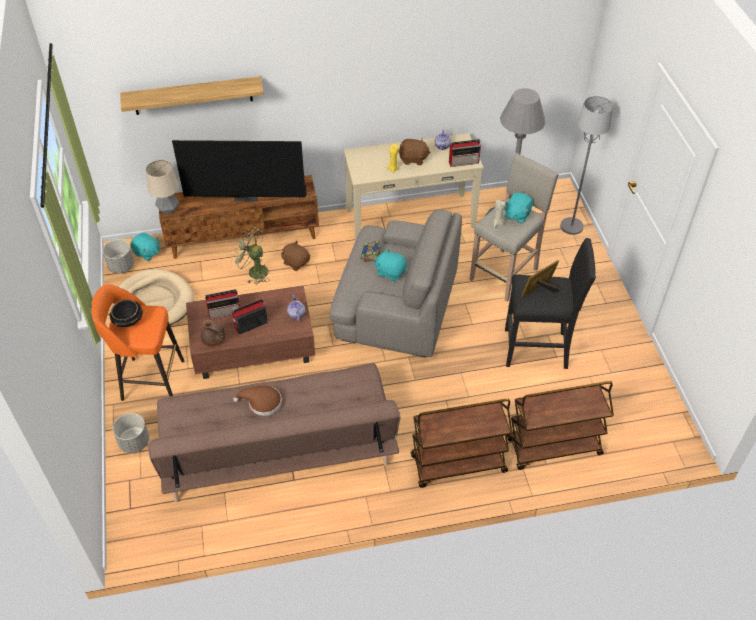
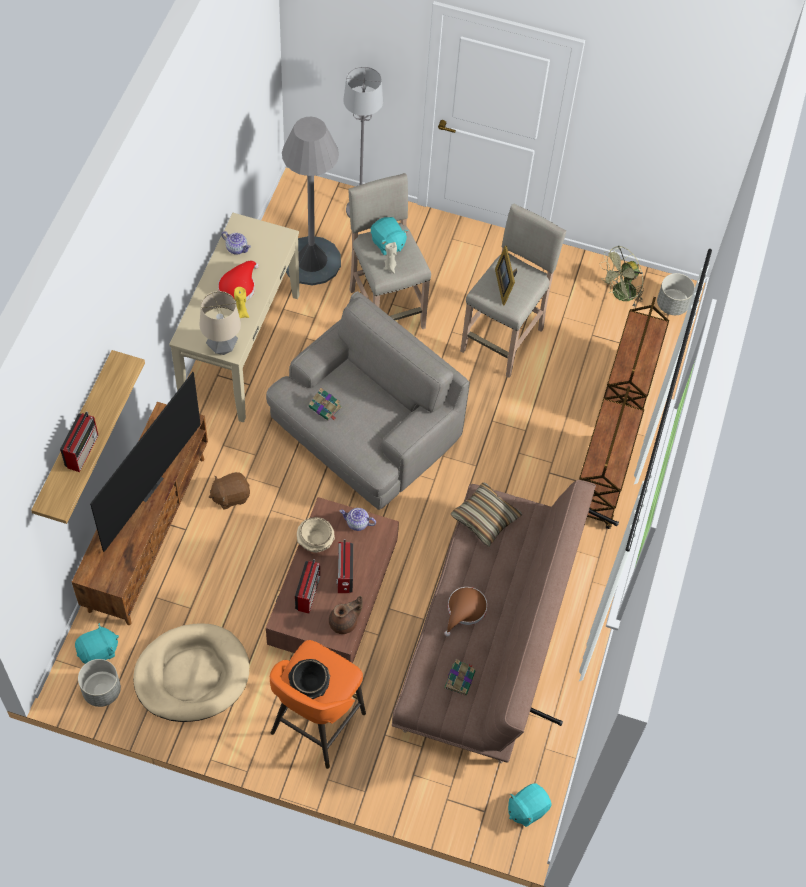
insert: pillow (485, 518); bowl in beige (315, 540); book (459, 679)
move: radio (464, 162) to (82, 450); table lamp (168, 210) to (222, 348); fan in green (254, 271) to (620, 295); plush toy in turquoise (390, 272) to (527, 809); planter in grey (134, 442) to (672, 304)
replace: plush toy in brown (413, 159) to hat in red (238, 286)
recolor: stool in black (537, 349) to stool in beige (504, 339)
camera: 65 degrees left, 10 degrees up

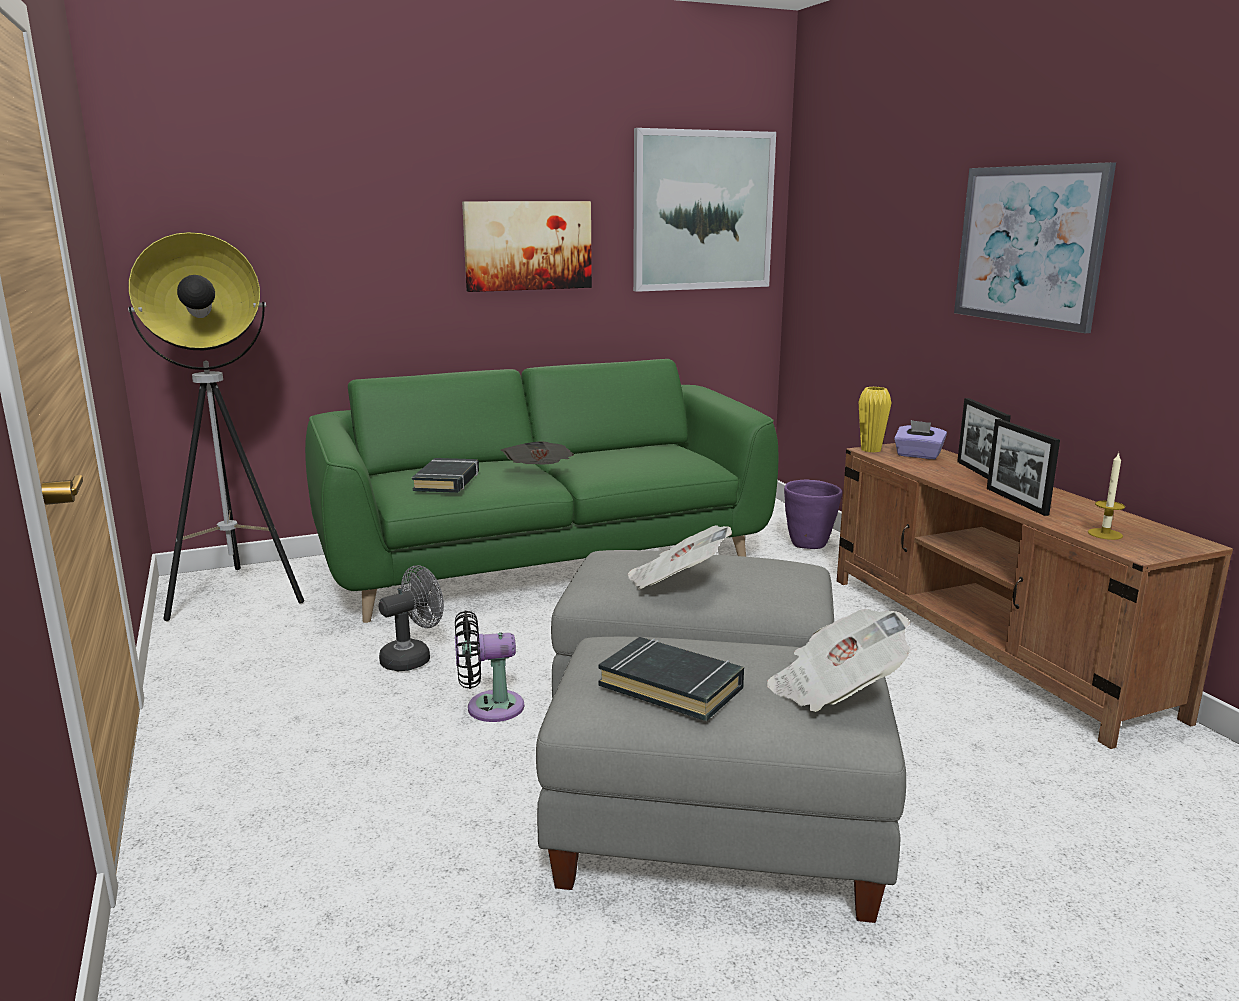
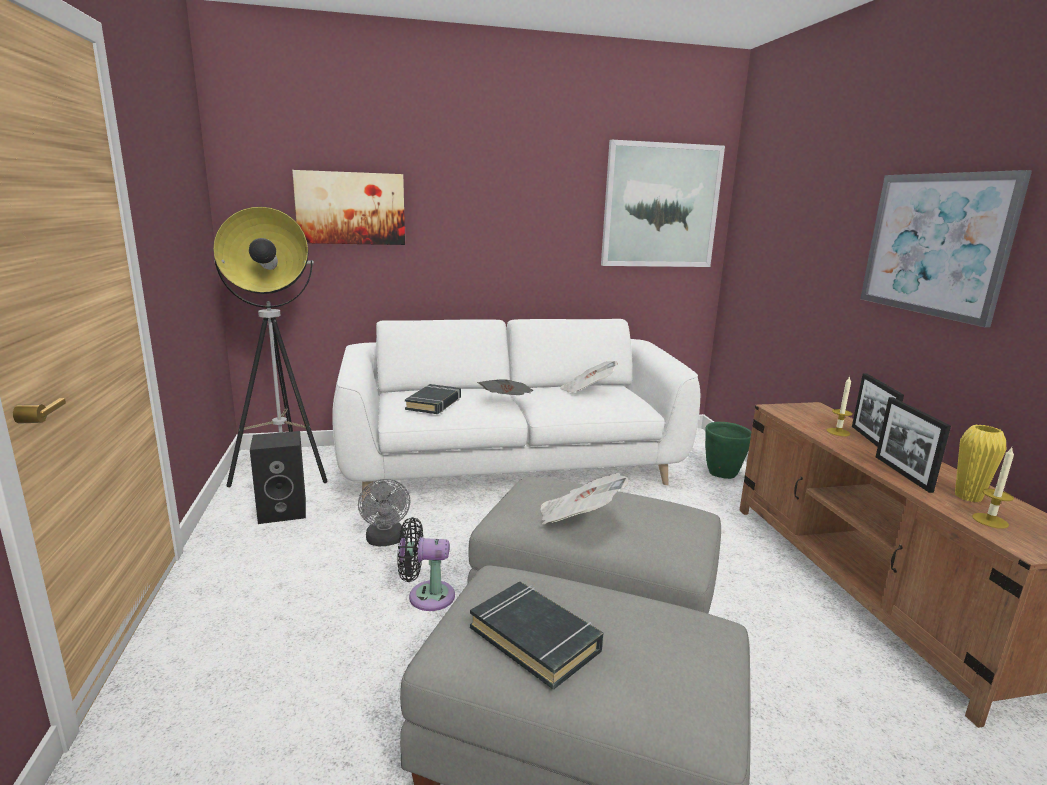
delete: tissue box in purple (918, 455)
insert: candle (838, 432); speaker in black (284, 511)
move: picture (528, 245) to (351, 208); vase in yellow (871, 450) to (968, 497); newspaper (835, 690) to (587, 391)
recolor: sofa in green (544, 562) to sofa in white (511, 468); planter in purple (809, 545) to planter in green (723, 474)
rotate: fan in grey (413, 658) = (385, 541) 105 degrees clockwise
camera: 10 degrees right, 0 degrees up

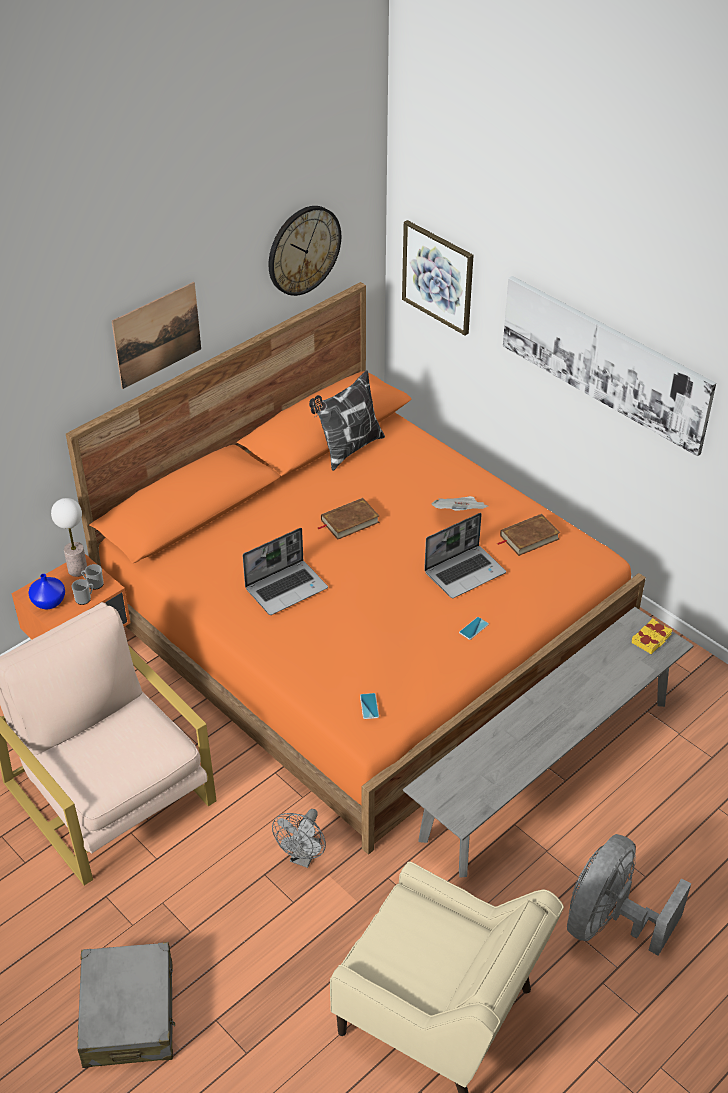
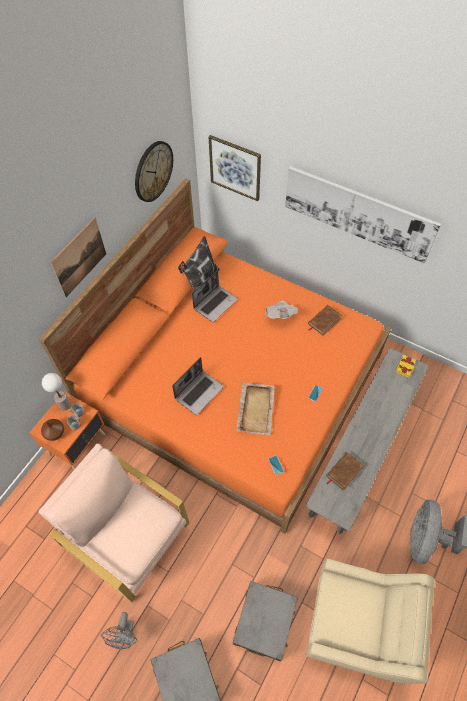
insert: tray in beige (256, 409); suitcase in grey (265, 621)
move: book in brown (349, 521) to (344, 471); laptop (465, 572) to (215, 303); fan in grey (303, 857) to (125, 636)
recolor: vase in blue (49, 602) to vase in brown (55, 433)
camera: 15 degrees left, 15 degrees up

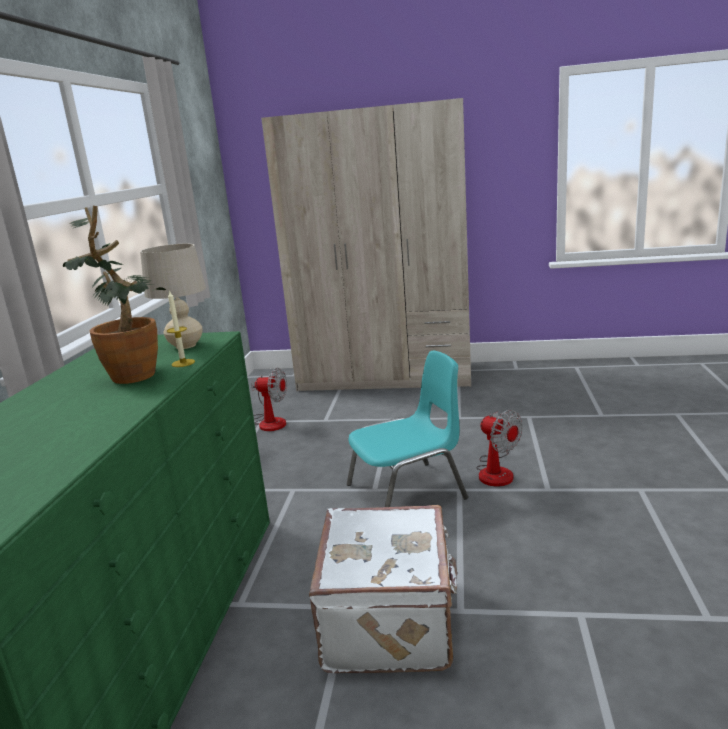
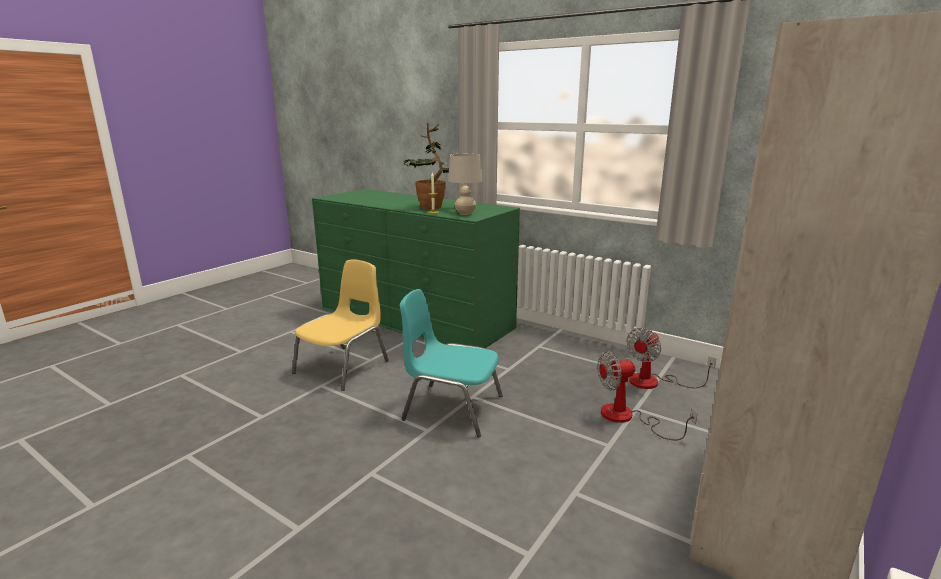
move: fan (496, 470) to (627, 418)
replace: suitcase in white (391, 622) to chair in yellow (343, 367)
rotate: chair in turquoise (408, 492) = (451, 408) 105 degrees clockwise
camera: 115 degrees right, 0 degrees up

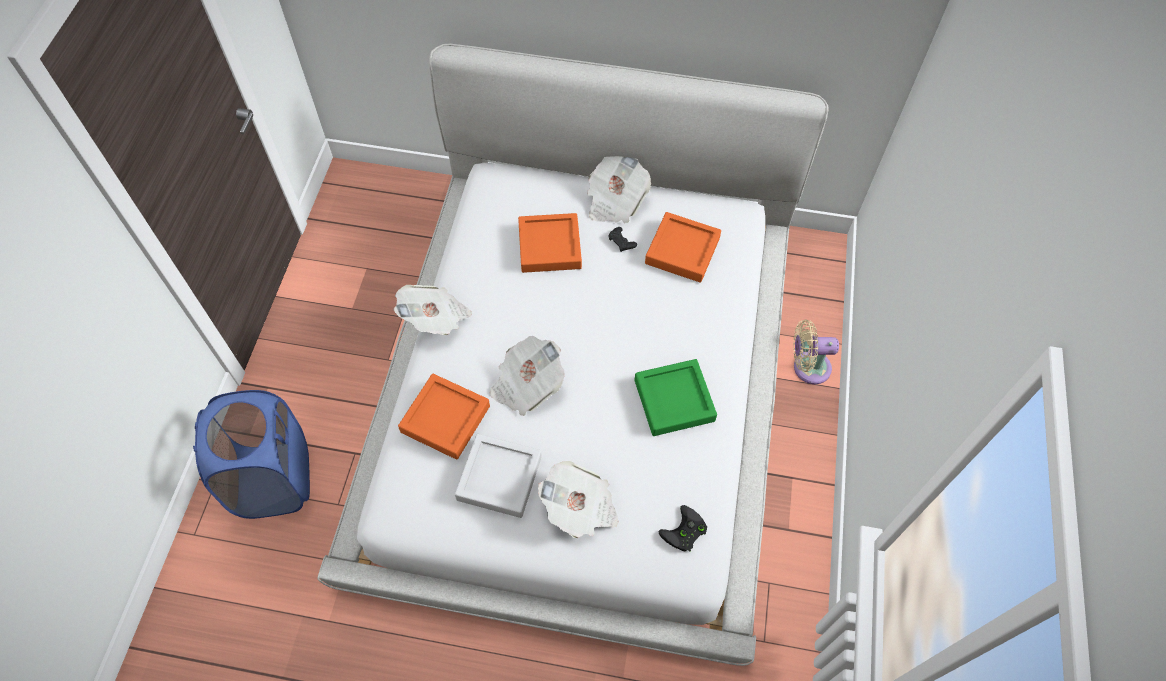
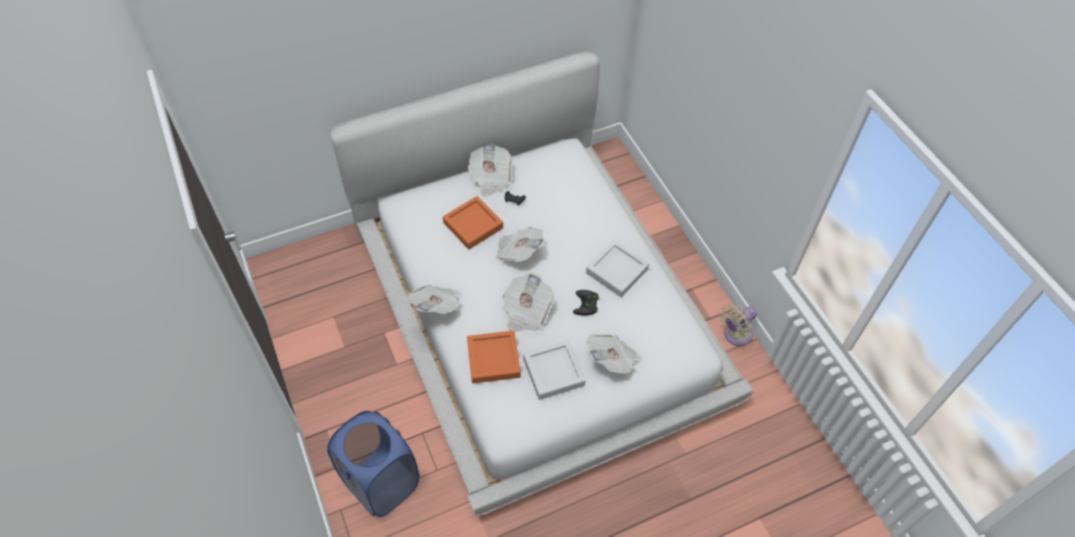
delete: tray in orange (682, 251)
insert: newspaper (518, 252)
move: fan in beige (807, 367) to (735, 335); game controller in black (684, 533) to (587, 305)
recolor: tray in green (674, 400) to tray in grey (617, 271)
camera: 35 degrees left, 5 degrees down

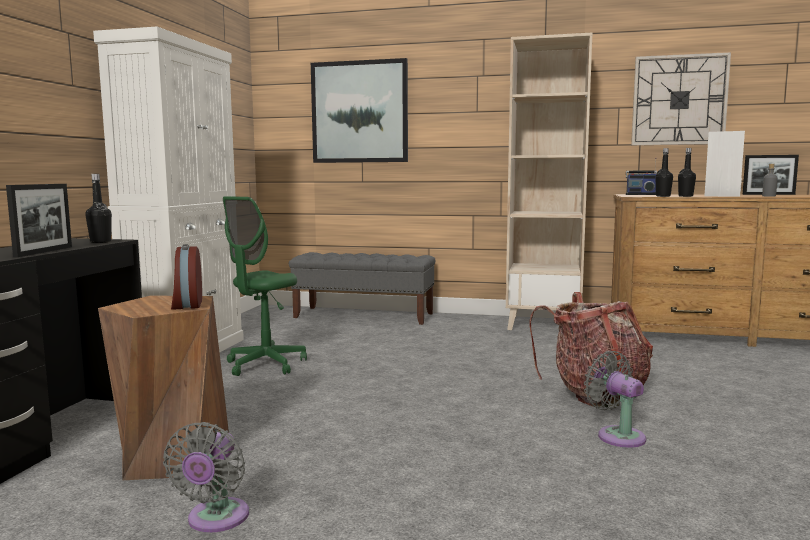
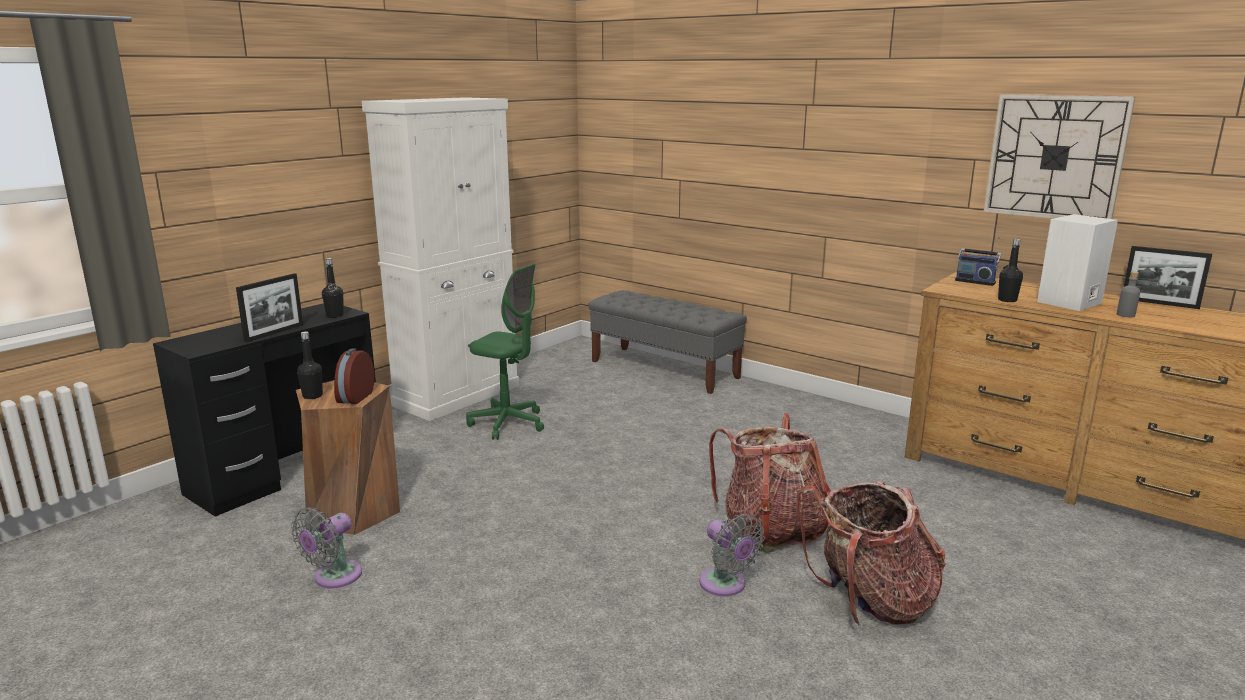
delete: bookcase in beige (544, 325); picture (359, 112)
insert: backpack (870, 603)
move: bottle in black (663, 196) to (312, 396)
rotate: office chair in green (265, 365) = (508, 423) 120 degrees counterclockwise; fan in grey (617, 435) = (725, 585) 150 degrees clockwise
camera: 25 degrees right, 10 degrees up

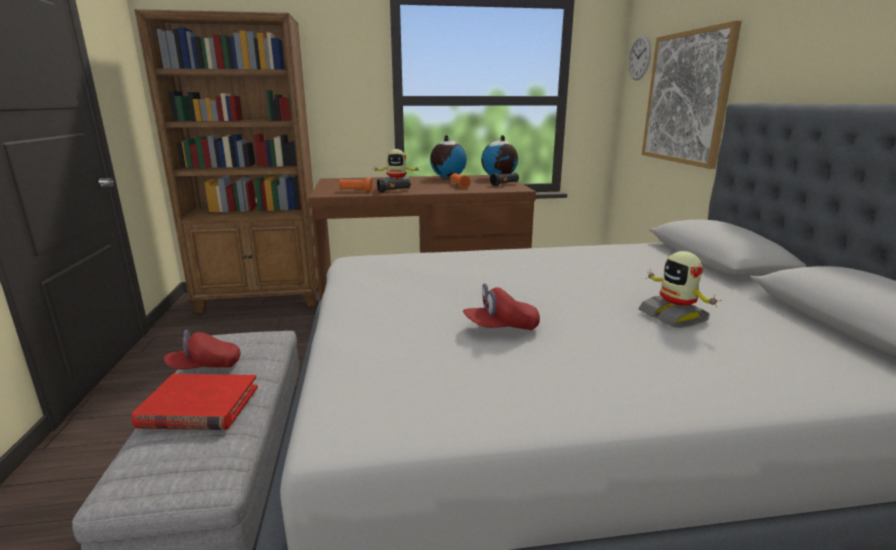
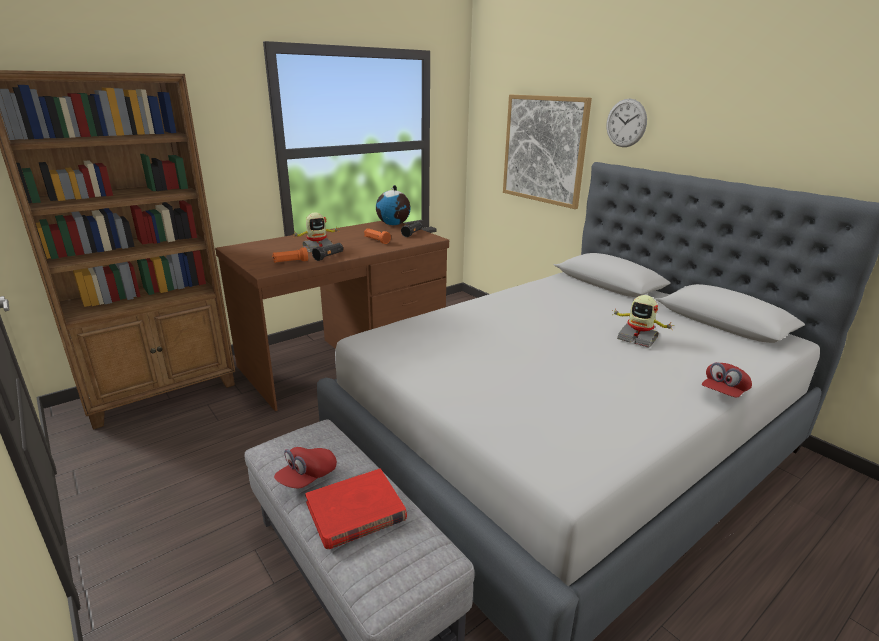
delete: globe (447, 177)
move: wall clock (639, 58) to (626, 123); cap in red (501, 328) to (723, 392)
camera: 30 degrees left, 5 degrees up

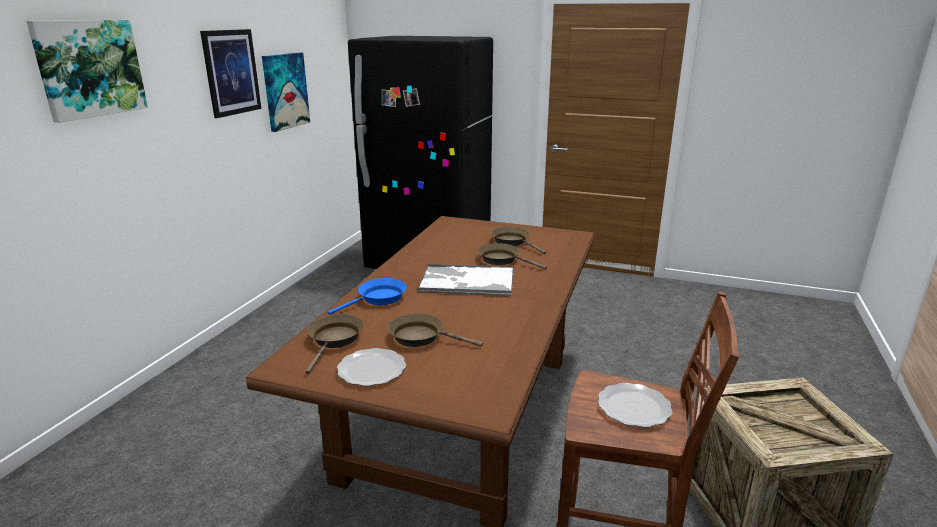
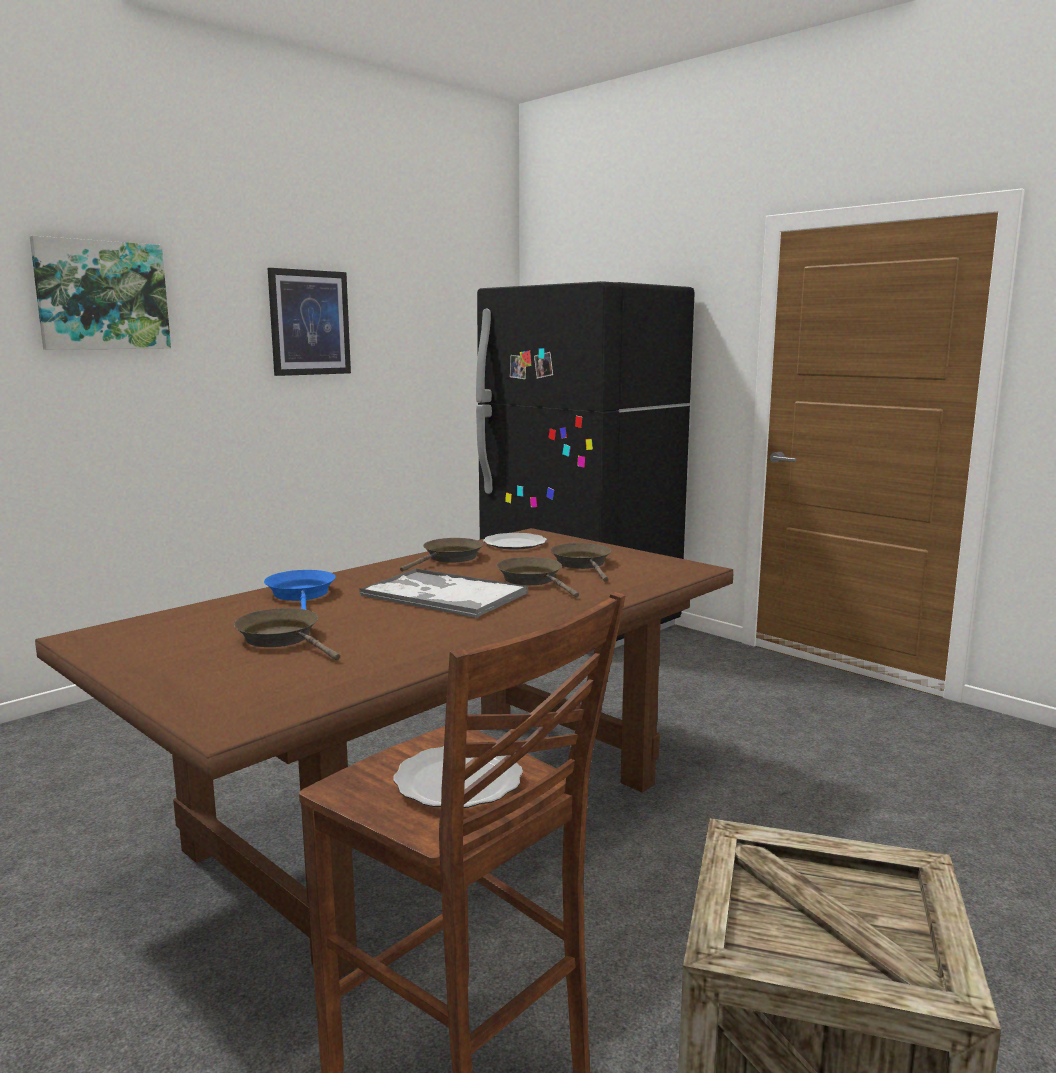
delete: picture (285, 91)
move: frying pan in brown (335, 340) to (449, 558); plate (372, 369) to (516, 544)
rotate: frying pan in blue (379, 299) = (302, 595) 90 degrees counterclockwise
camera: 25 degrees right, 10 degrees down

